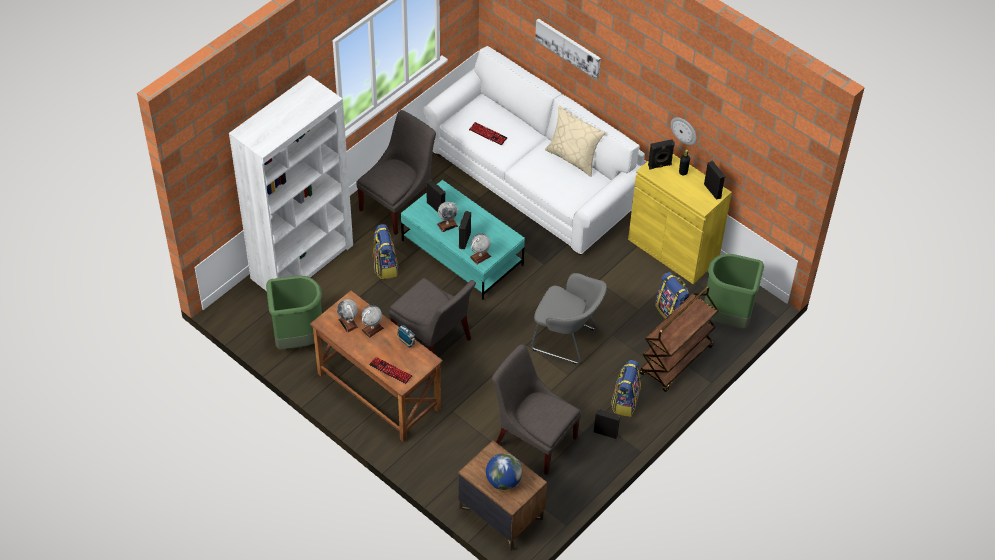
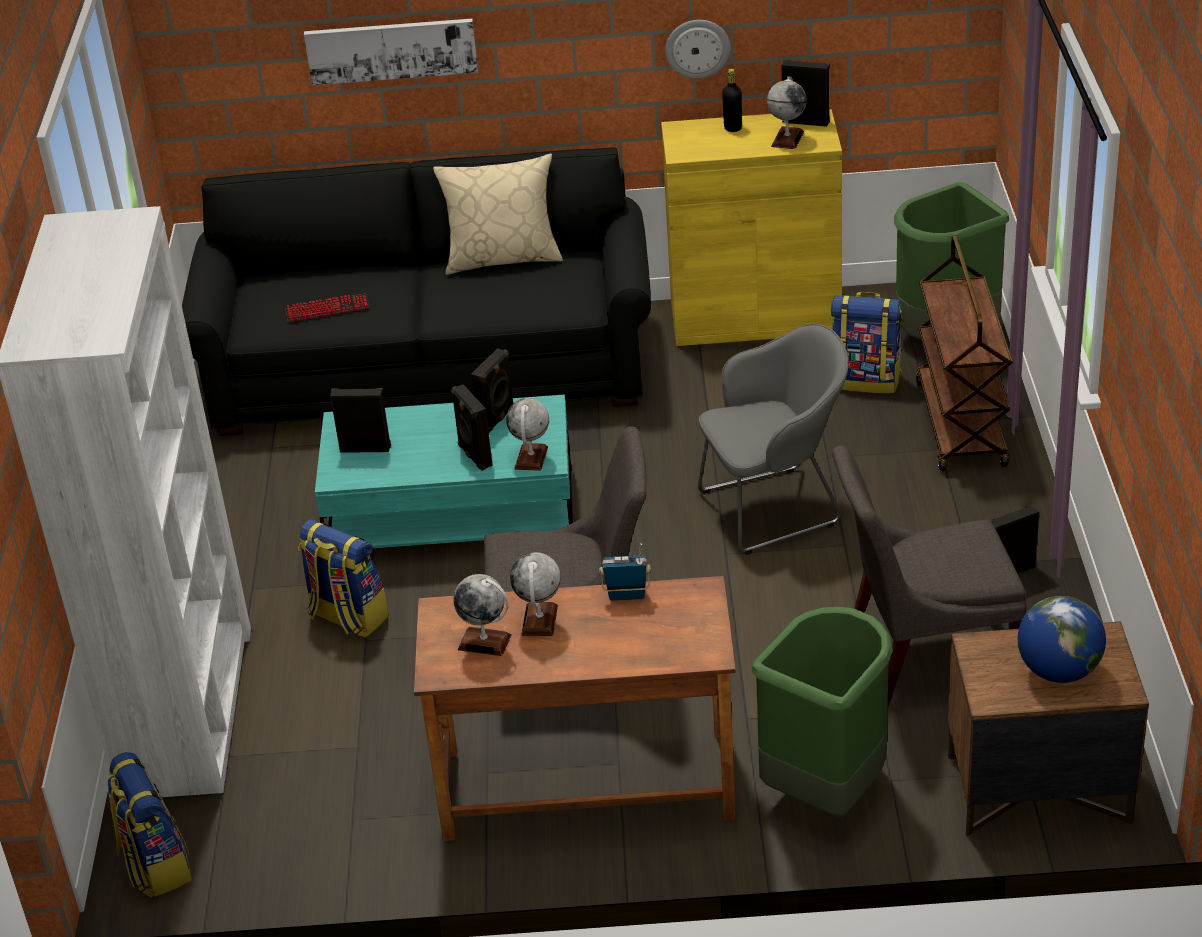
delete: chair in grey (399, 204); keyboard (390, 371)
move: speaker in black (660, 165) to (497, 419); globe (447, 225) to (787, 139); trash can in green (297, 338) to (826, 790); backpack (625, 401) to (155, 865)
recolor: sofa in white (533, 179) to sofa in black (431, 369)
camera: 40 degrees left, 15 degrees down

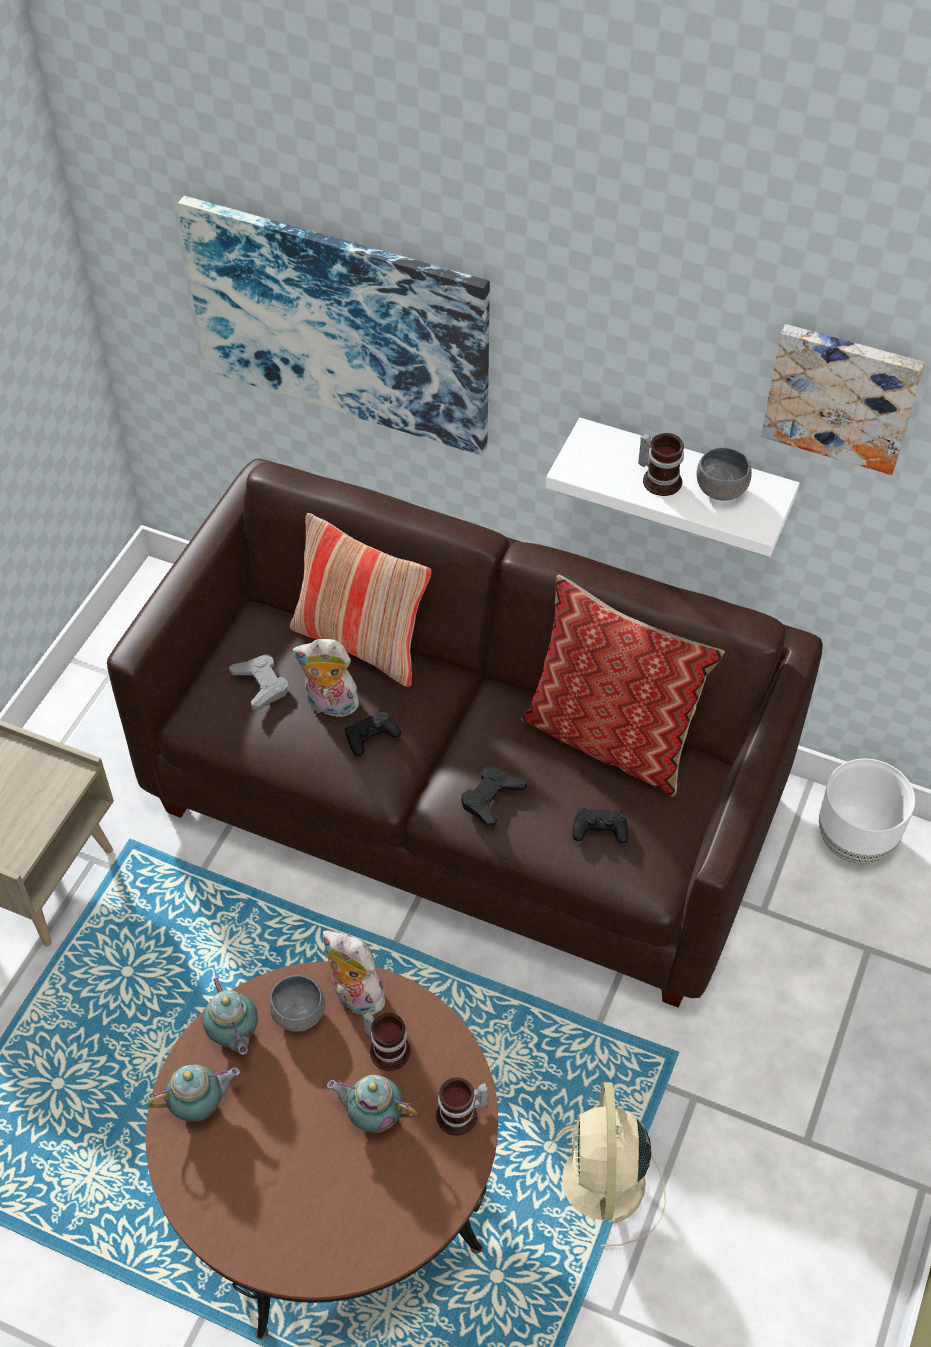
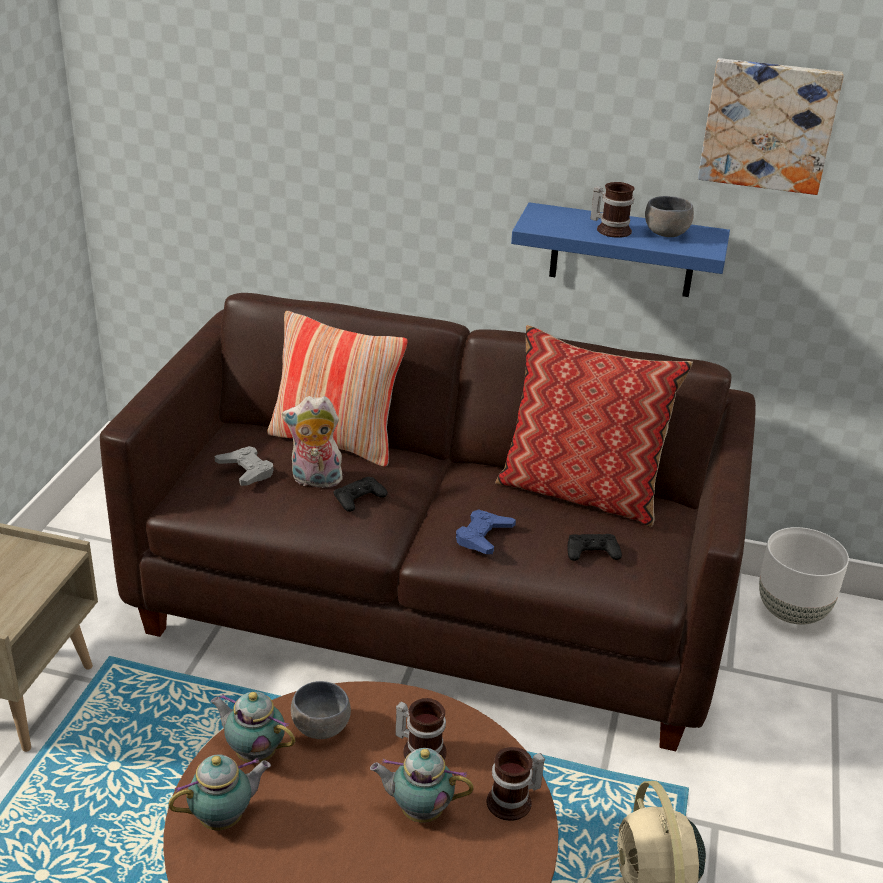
delete: picture (340, 324); plush toy (354, 996)
recolor: shelf in white (683, 479) to shelf in blue (622, 251); game controller in black (491, 798) to game controller in blue (483, 536)
rotate: teapot (234, 1036) = (254, 753) 150 degrees clockwise
camera: 10 degrees left, 20 degrees down

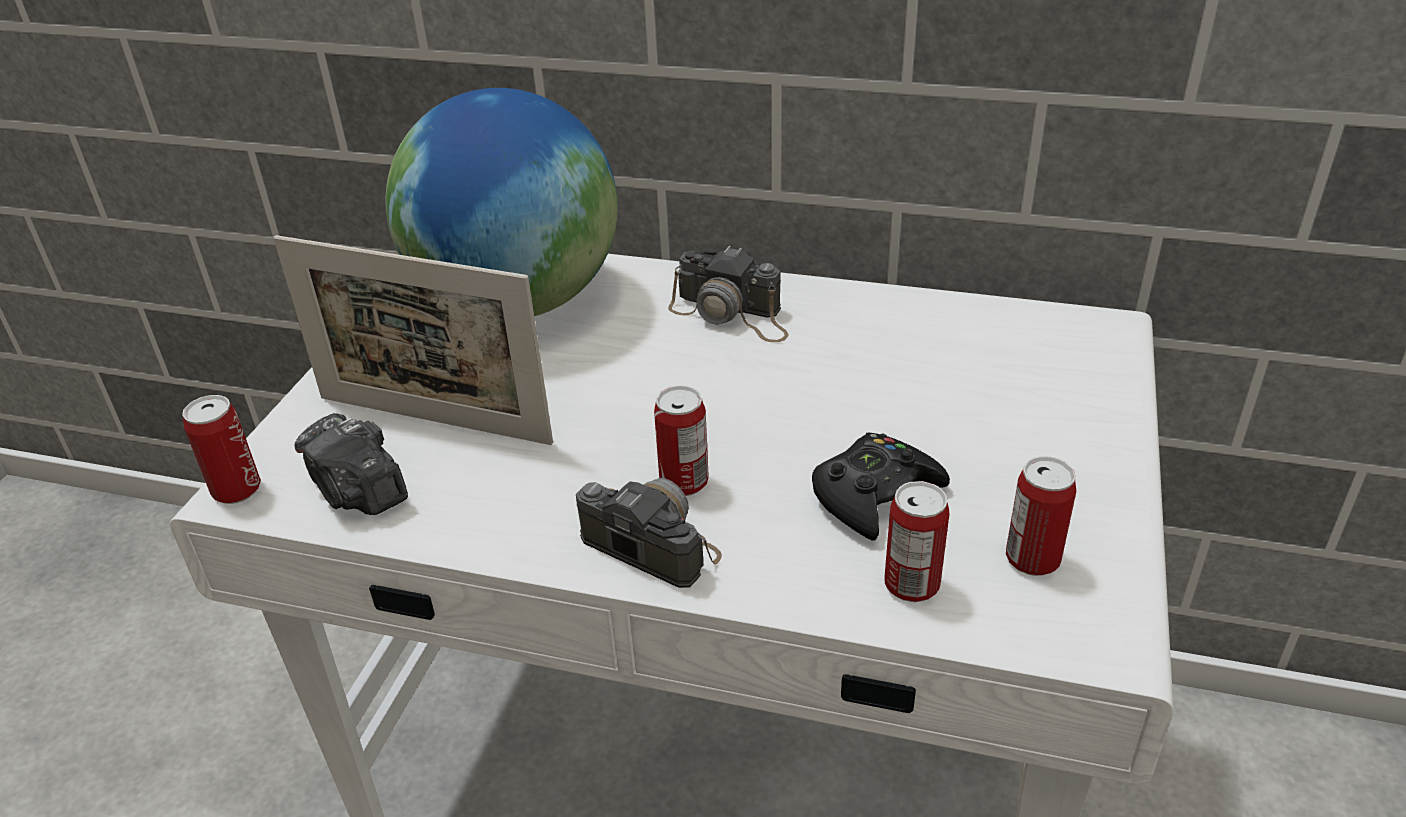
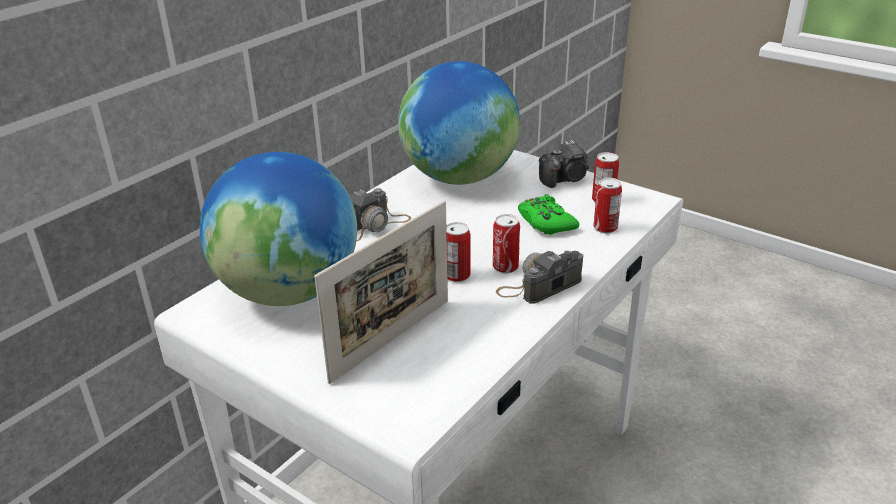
insert: globe (460, 178)
move: can (237, 489) to (457, 275); photo camera (358, 492) to (565, 179)
recolor: game controller in black (875, 495) to game controller in green (546, 222)
camera: 70 degrees left, 5 degrees down

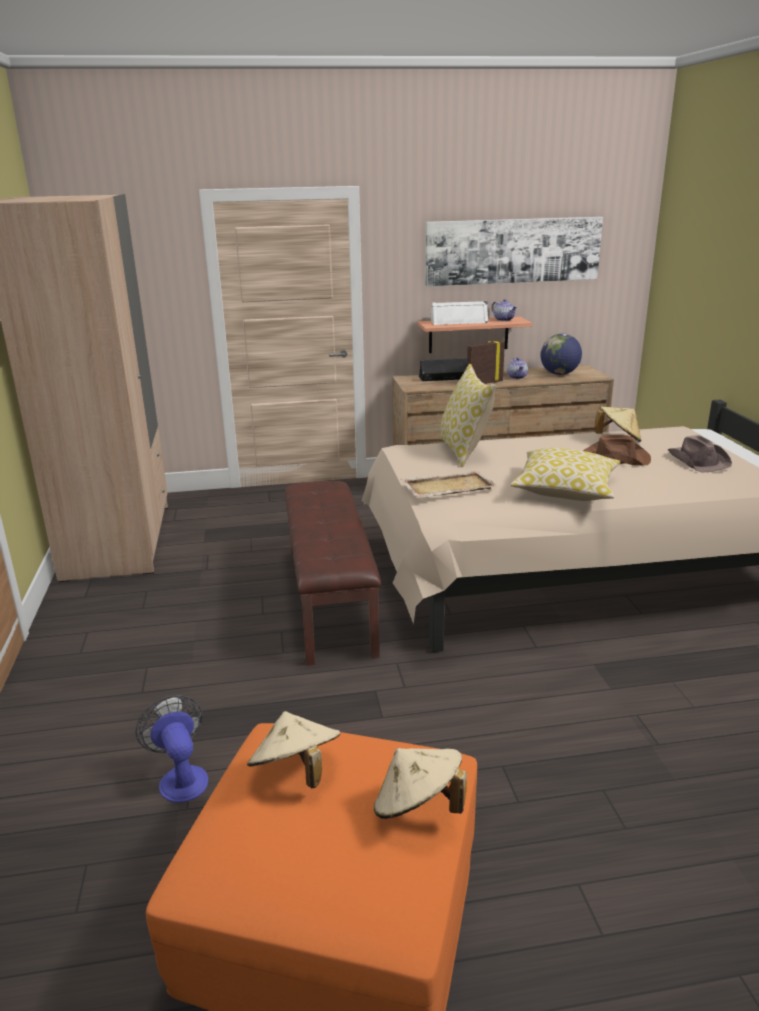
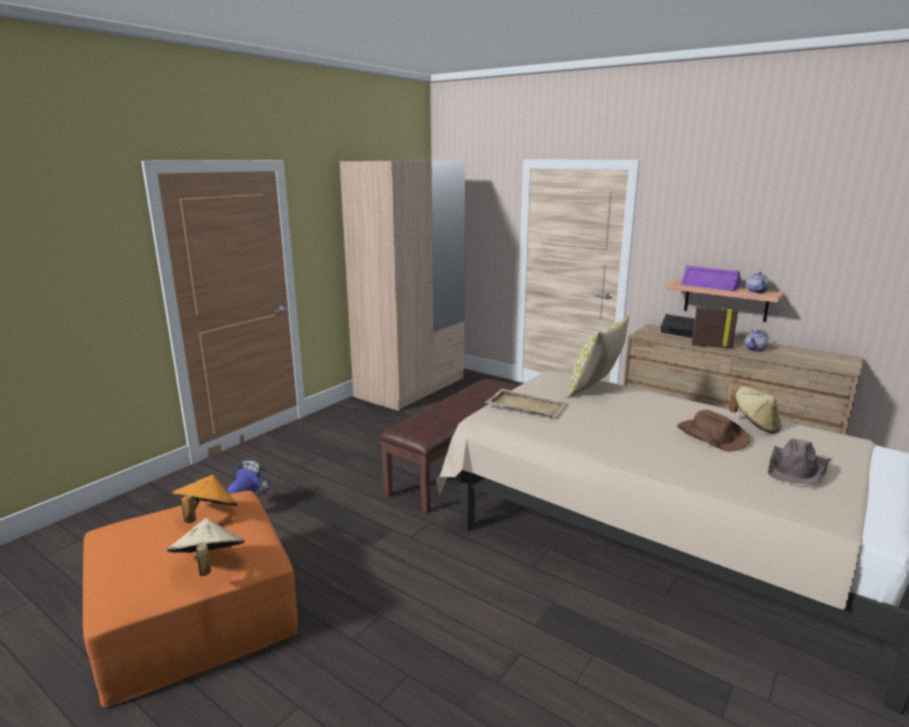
delete: picture (513, 251); globe (559, 374); pillow (565, 490)
recolor: speaker in white (459, 321) to speaker in purple (710, 286); hat in beige (296, 772) to hat in orange (207, 516)
camera: 45 degrees right, 5 degrees down

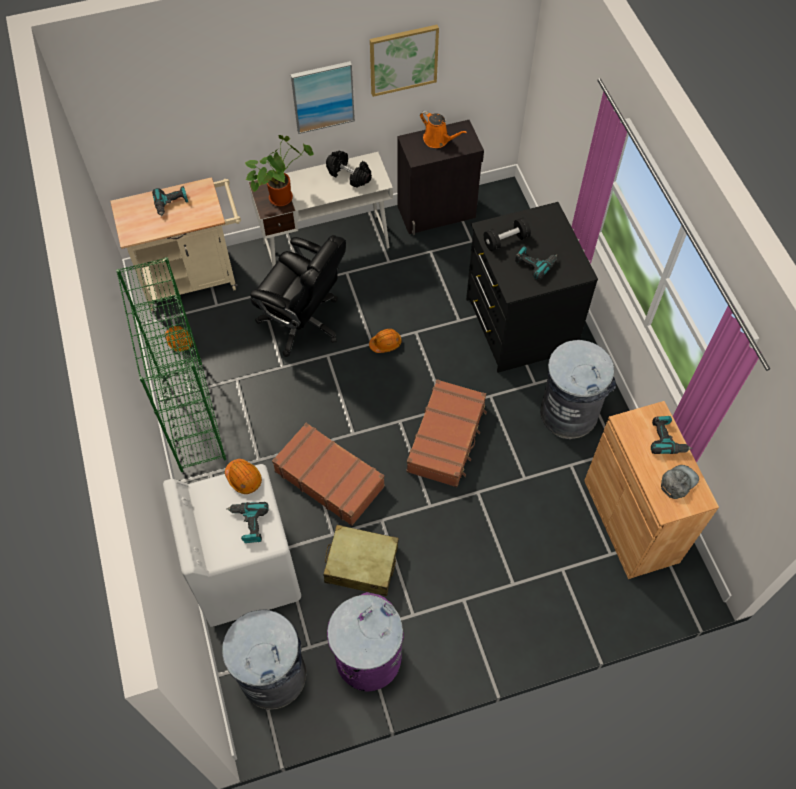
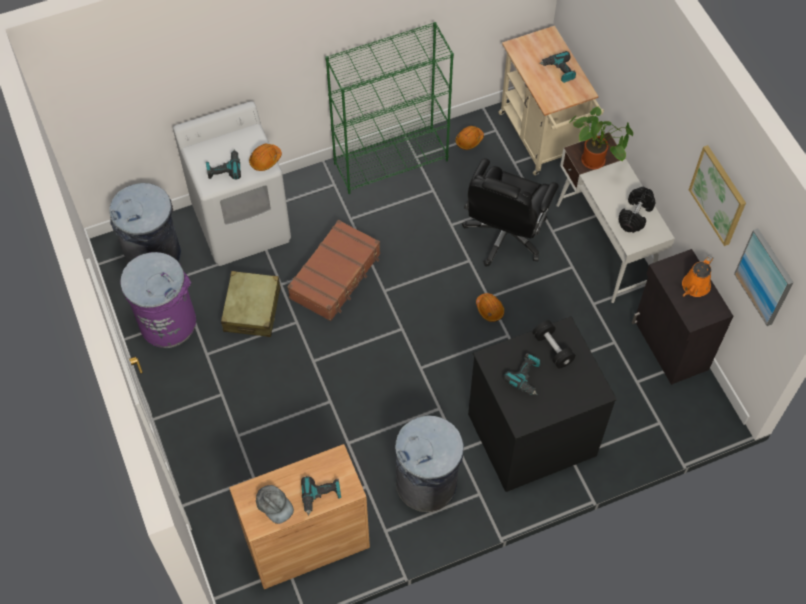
delete: suitcase in brown (447, 438)
move: picture (323, 96) to (765, 277)
camera: 85 degrees right, 0 degrees up

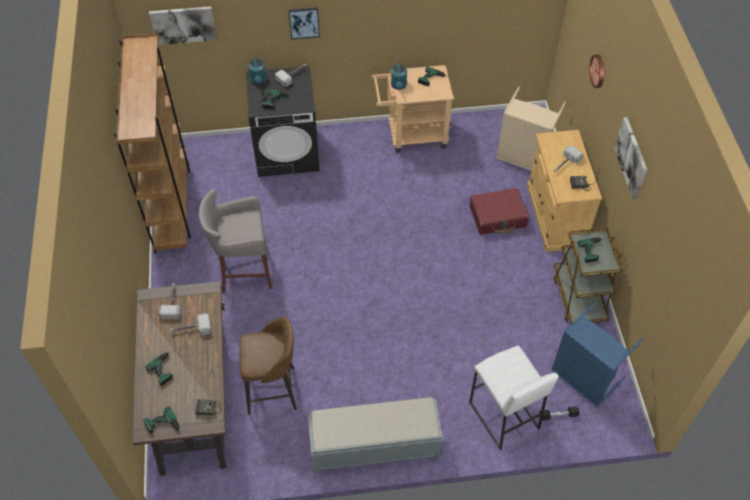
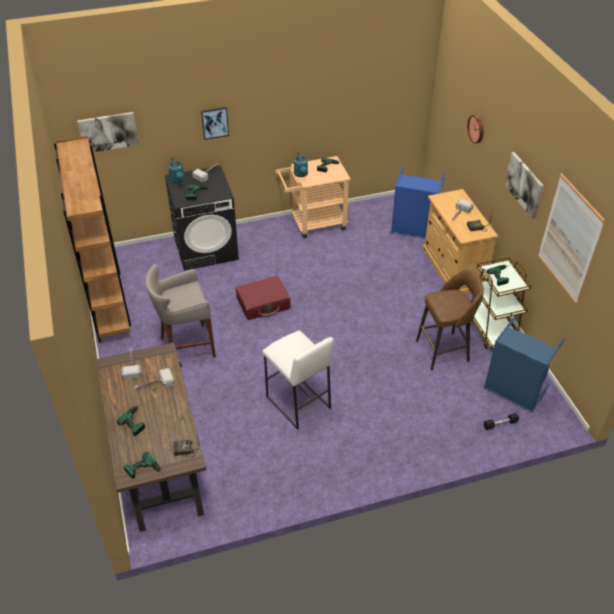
delete: bench in grey (373, 447)
insert: picture (569, 239)
move: suitcase in red (498, 216) to (263, 303); stool in brown (273, 390) to (444, 351); stool in white (503, 416) to (297, 402)
recolor: laundry basket in beige (523, 157) to laundry basket in blue (413, 229)
camera: 10 degrees left, 10 degrees down

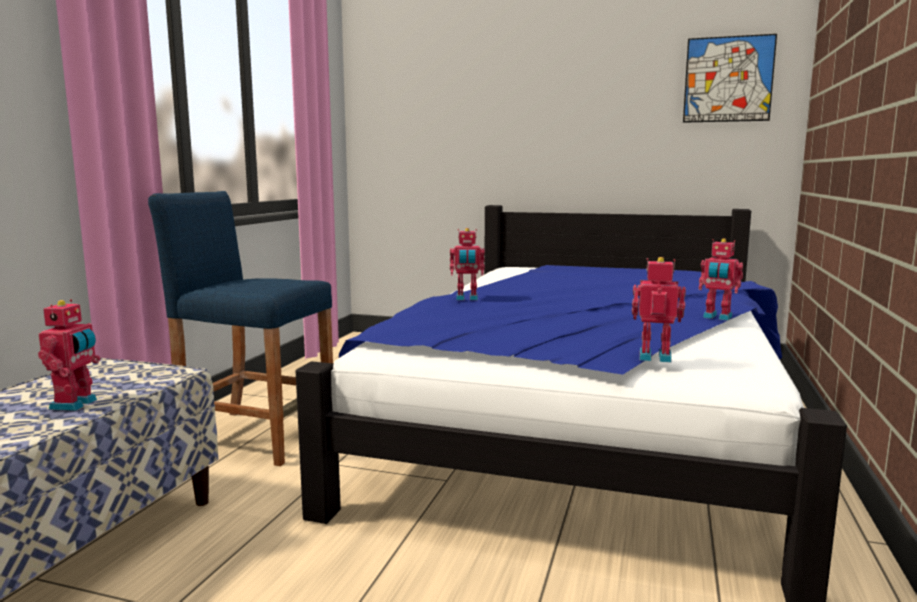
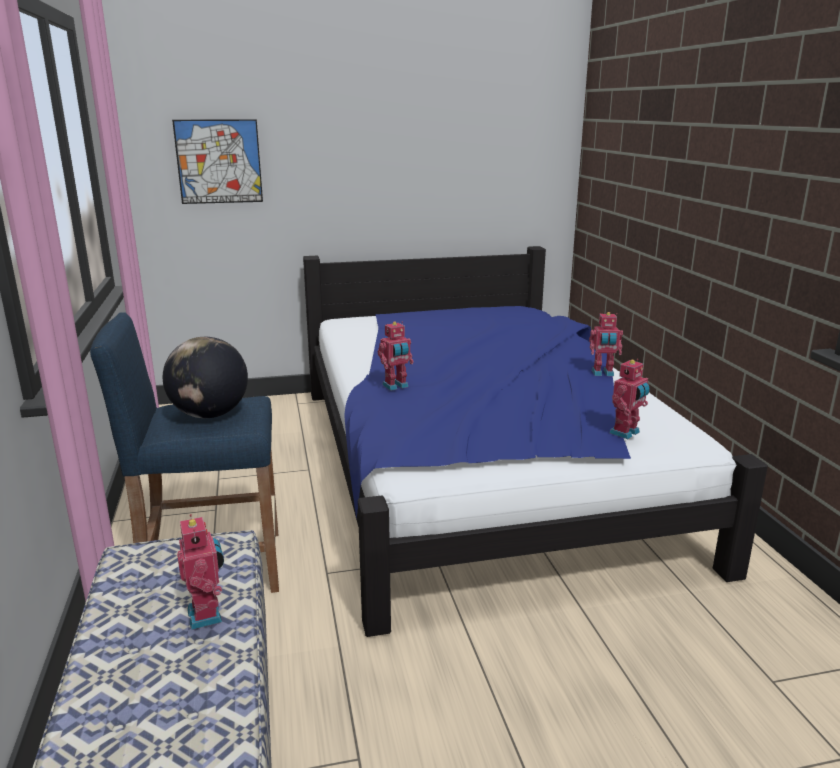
insert: globe (210, 414)
move: picture (728, 79) to (219, 161)
rotate: toy robot (655, 356) = (626, 433) 150 degrees clockwise
camera: 30 degrees left, 10 degrees up

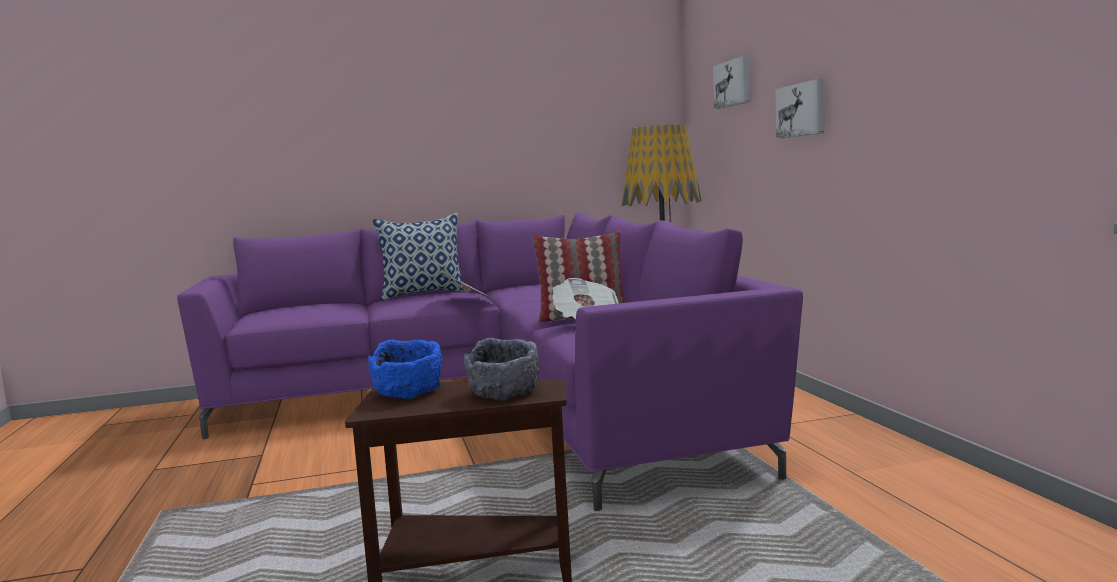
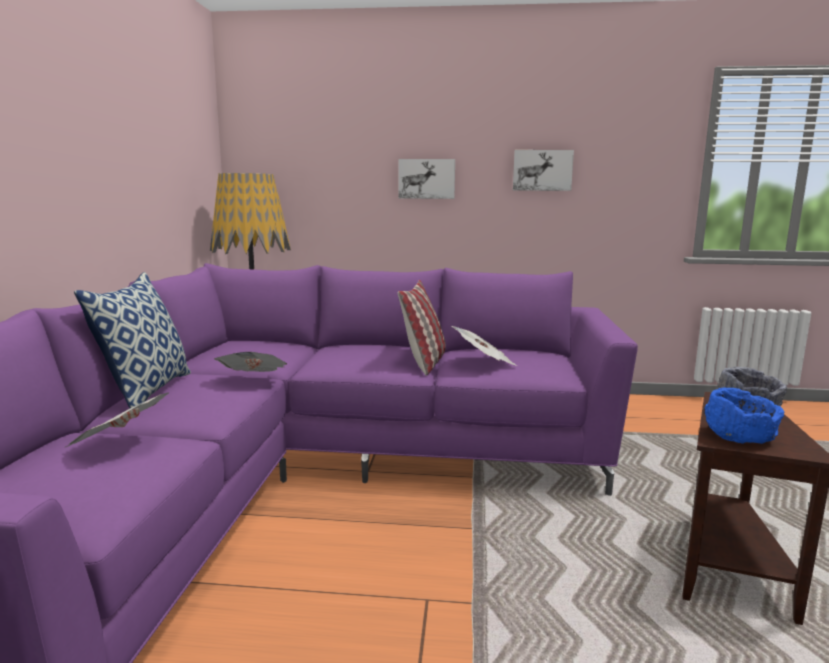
insert: newspaper (120, 444)
move: picture (733, 83) to (542, 170)
camera: 70 degrees left, 5 degrees up

